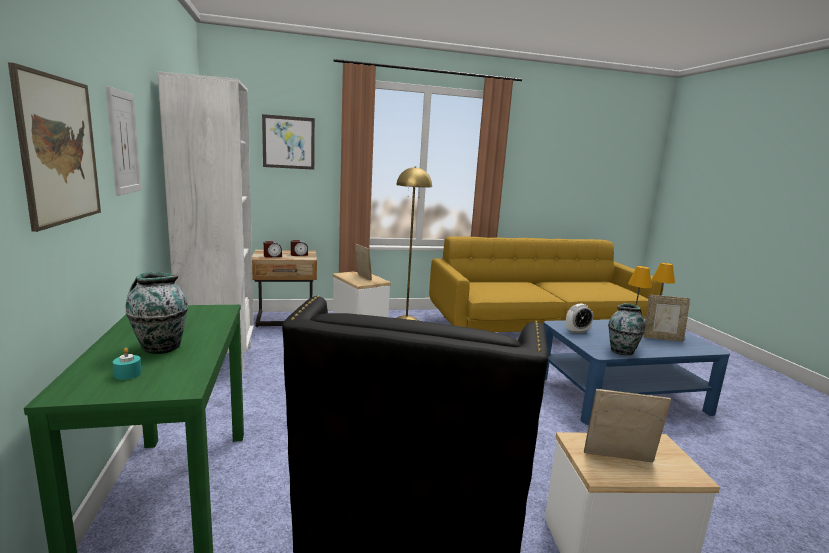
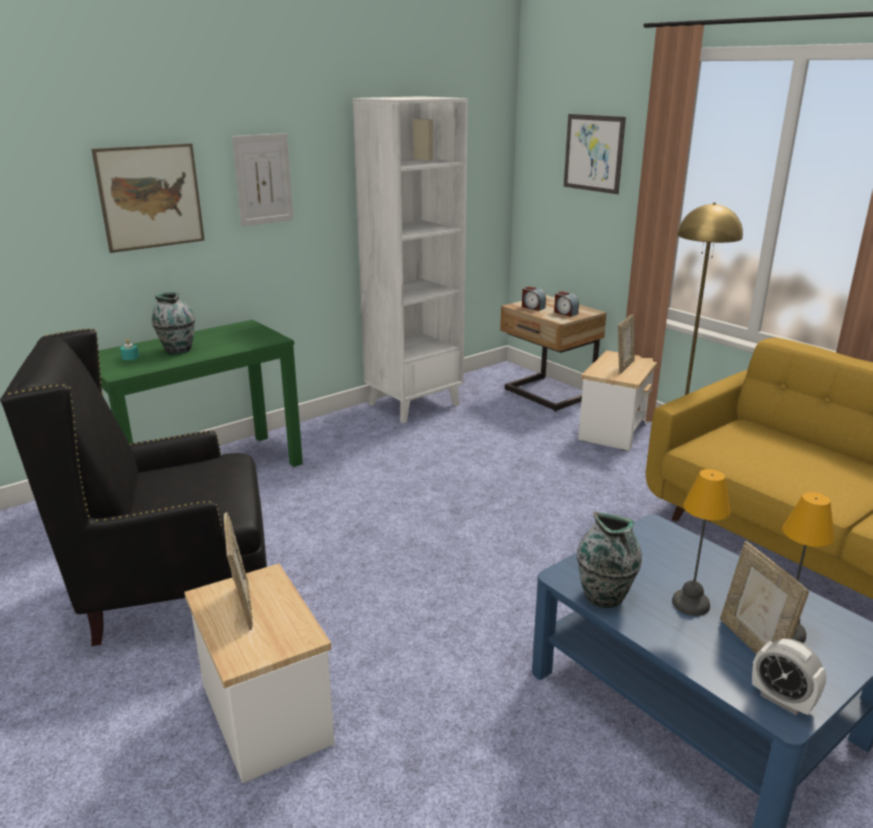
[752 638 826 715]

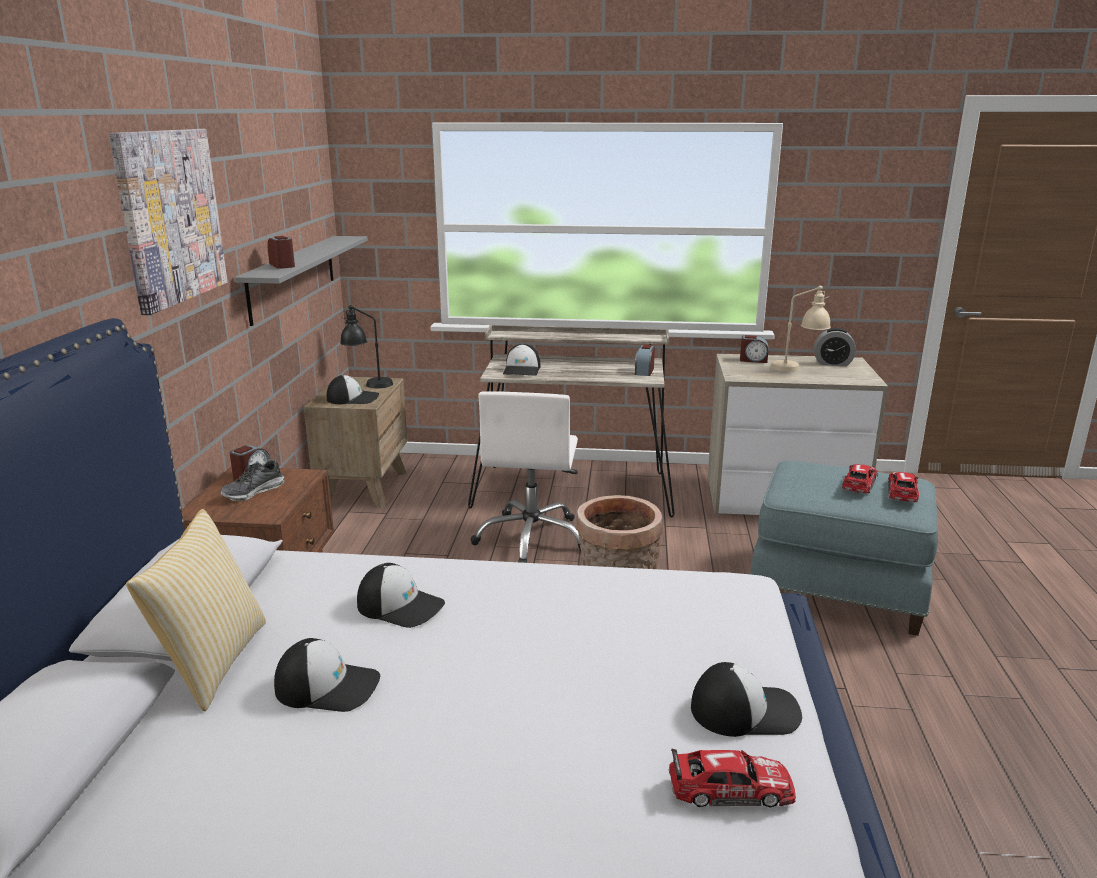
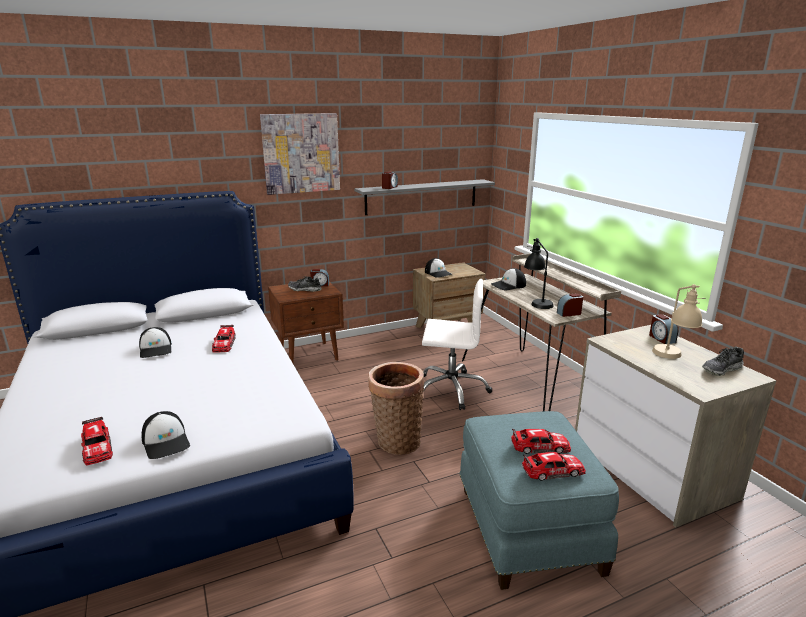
[212 325 236 353]
[422 279 492 410]
[524 238 554 309]
[702 346 744 376]
[126 509 266 711] (first image)

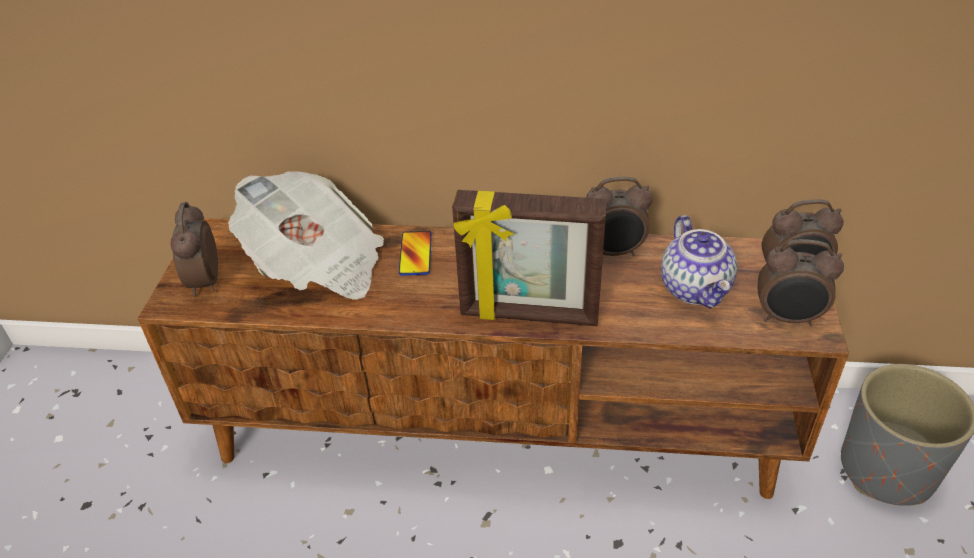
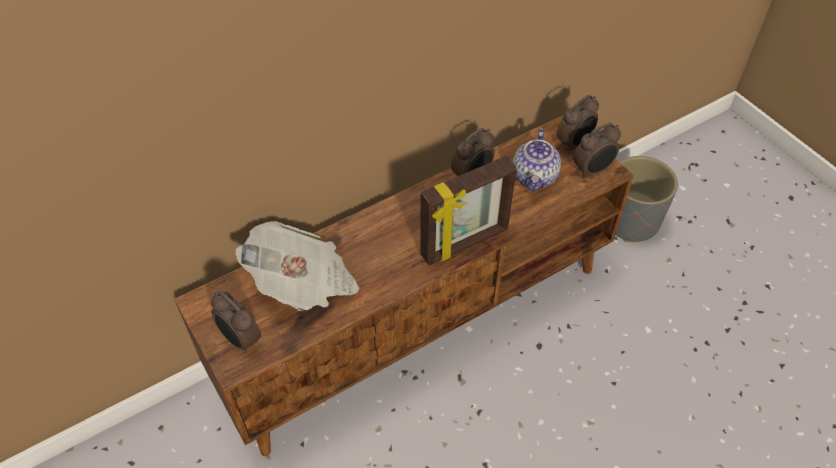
[513 128 561 191]
[399 231 432 276] (first image)

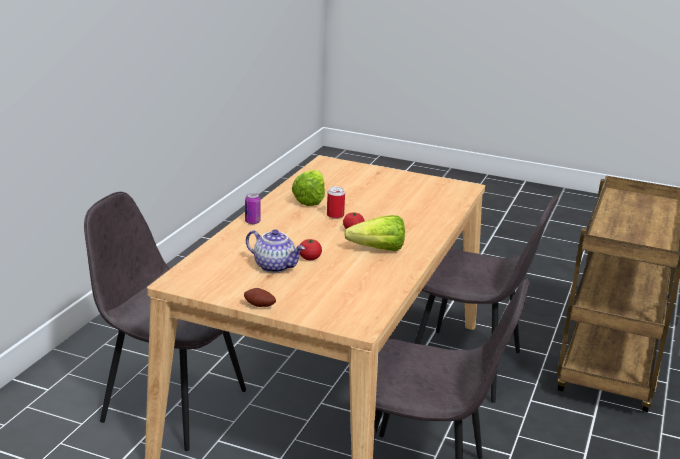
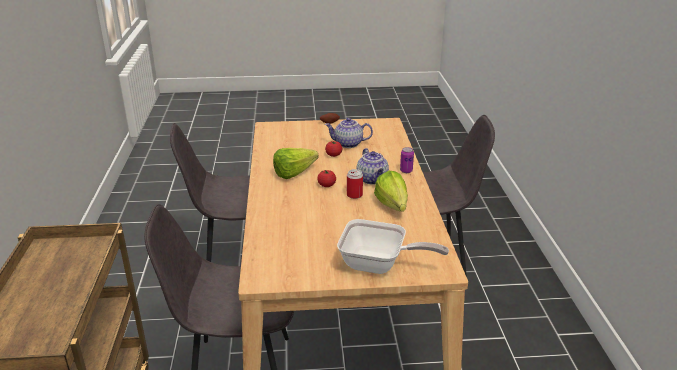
[337 219 449 274]
[356 148 389 185]

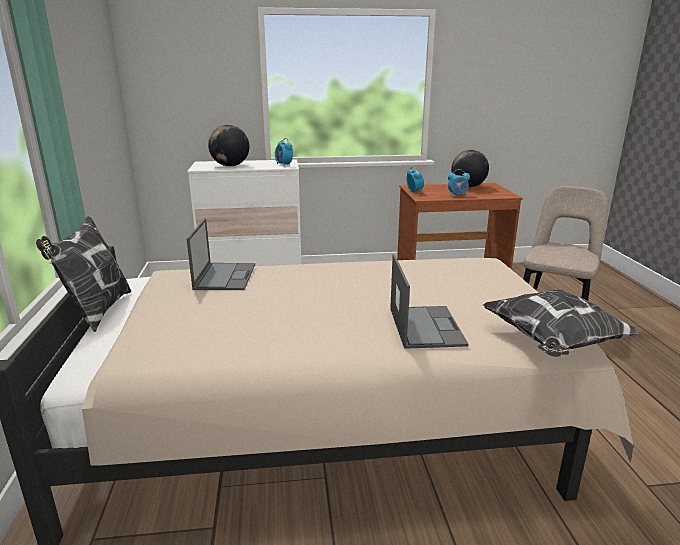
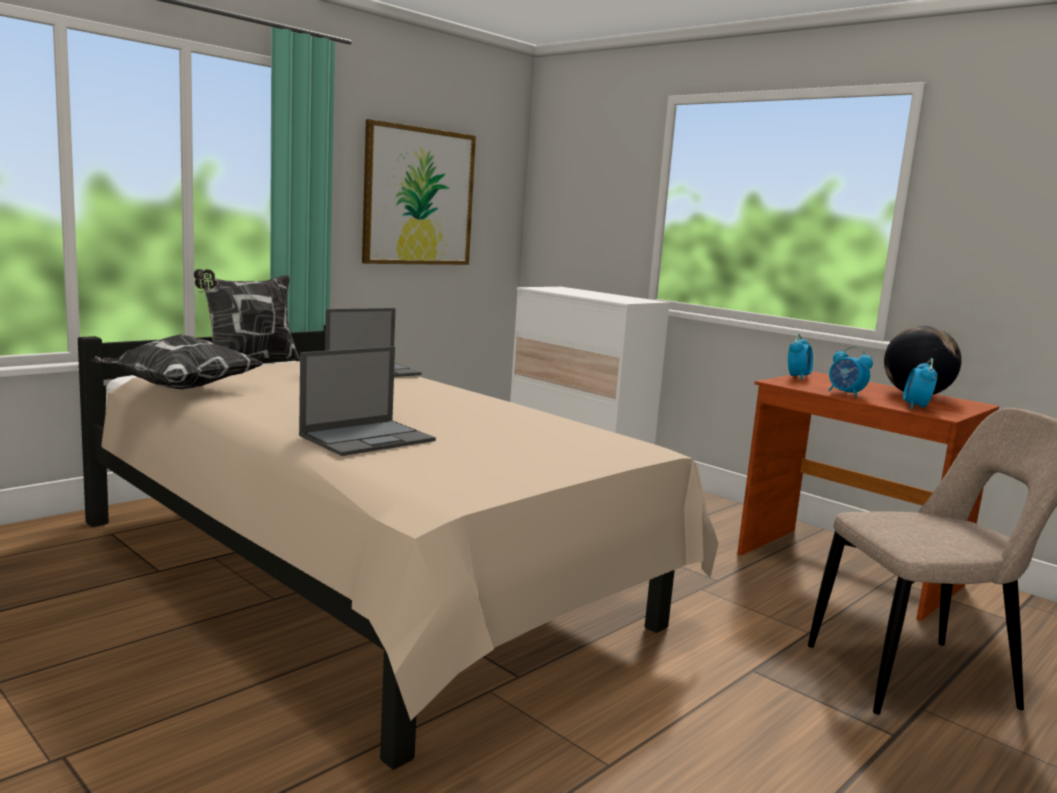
[90 334 265 389]
[362 119 476 265]
[903 358 937 409]
[208 125 249 166] (first image)

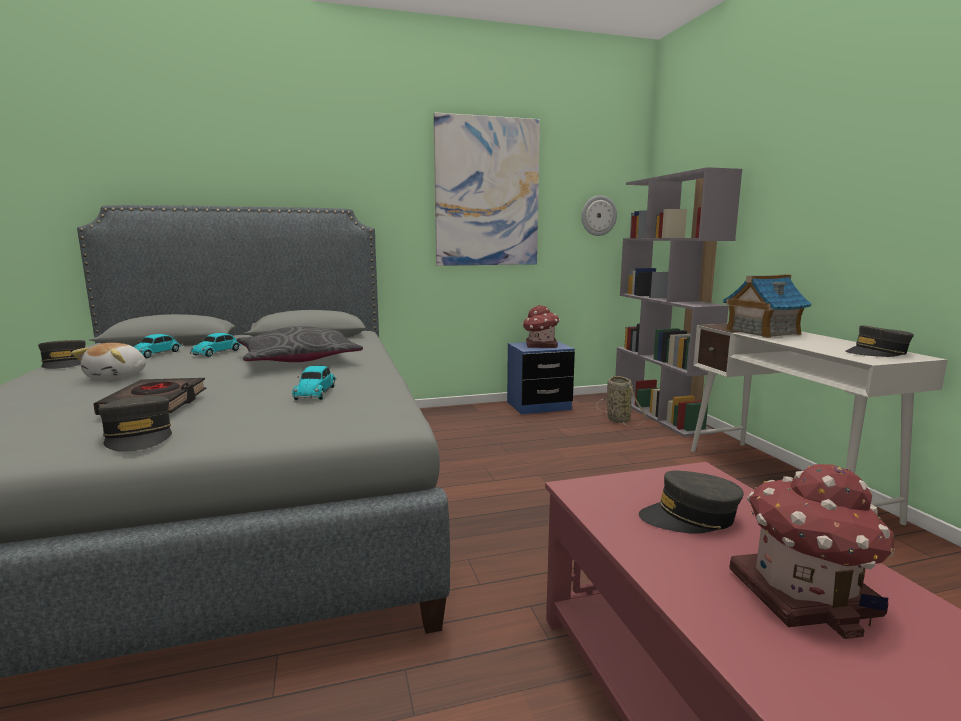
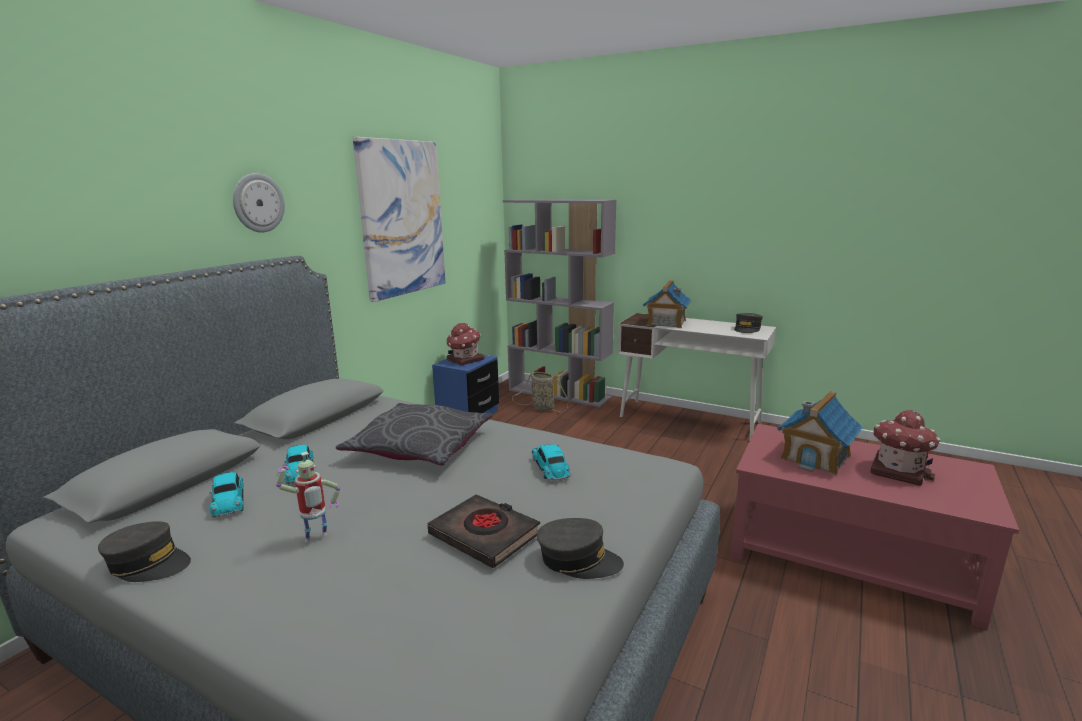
[233 173 285 233]
[276 452 340 542]
[532 444 571 481]
[777 391 863 475]

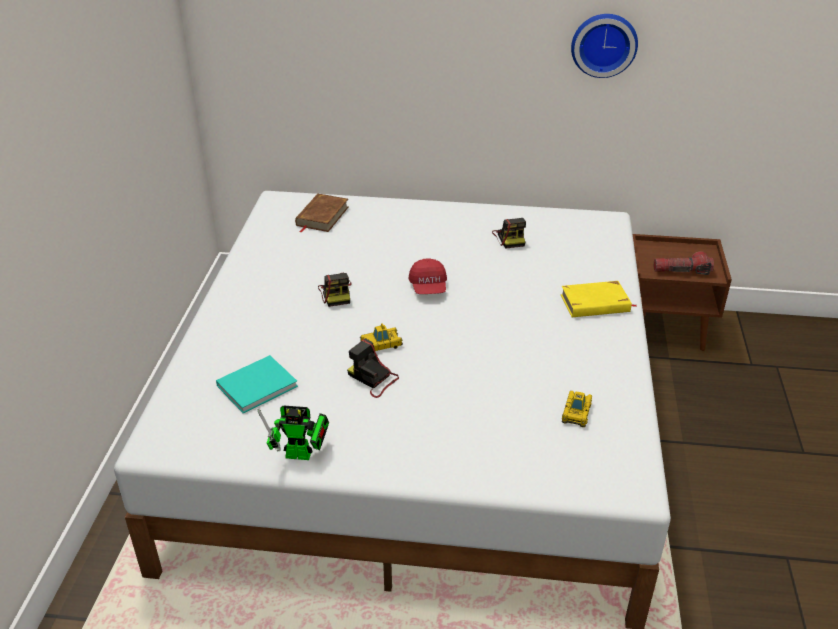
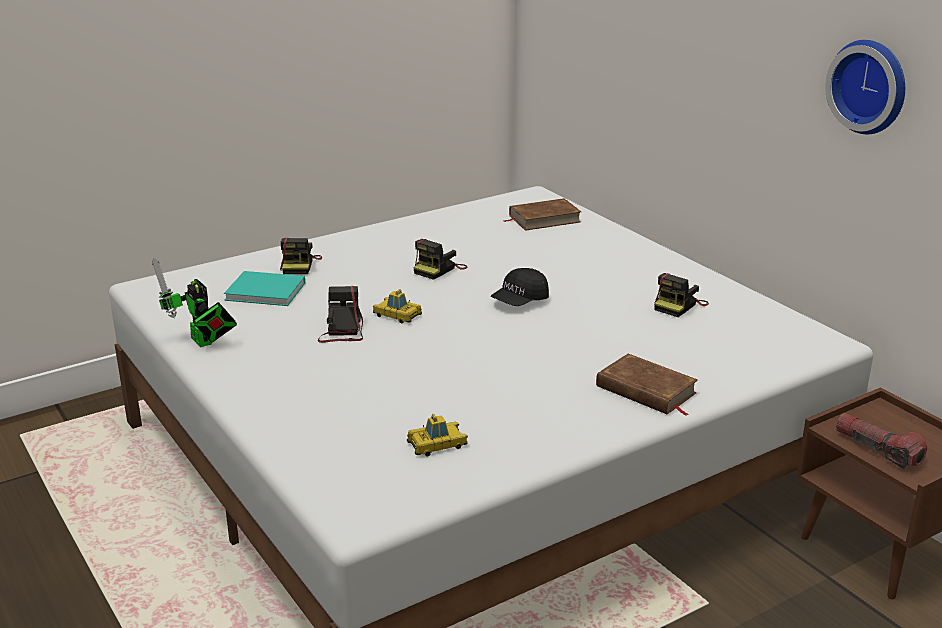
[280 238 322 274]
[491 268 549 306]
[596 354 698 416]

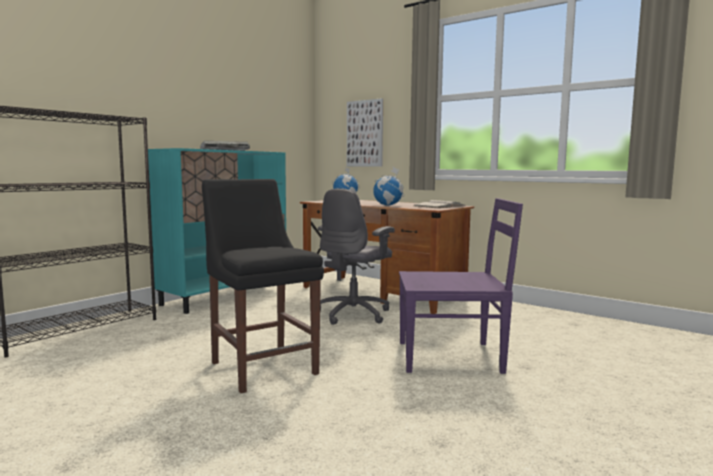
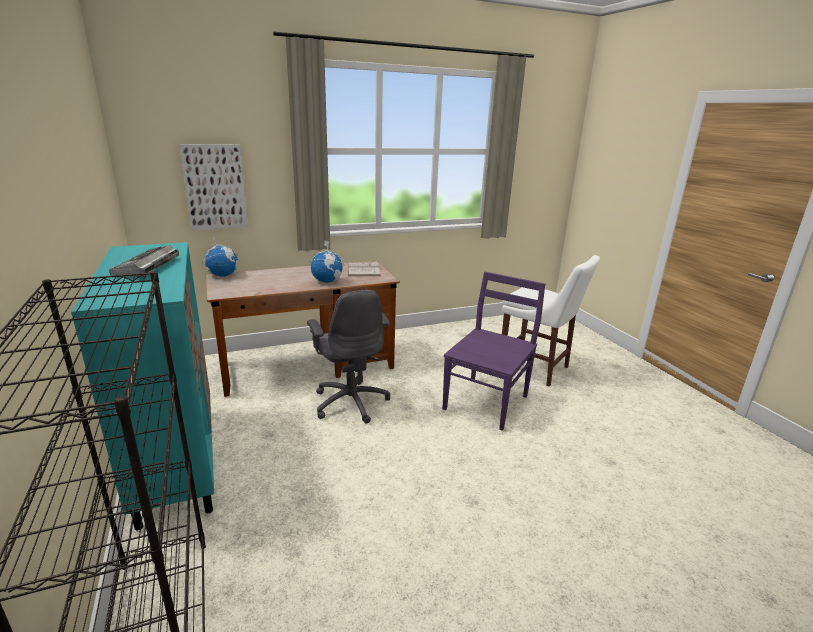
[502 255 600 386]
[202 179 324 393] (first image)

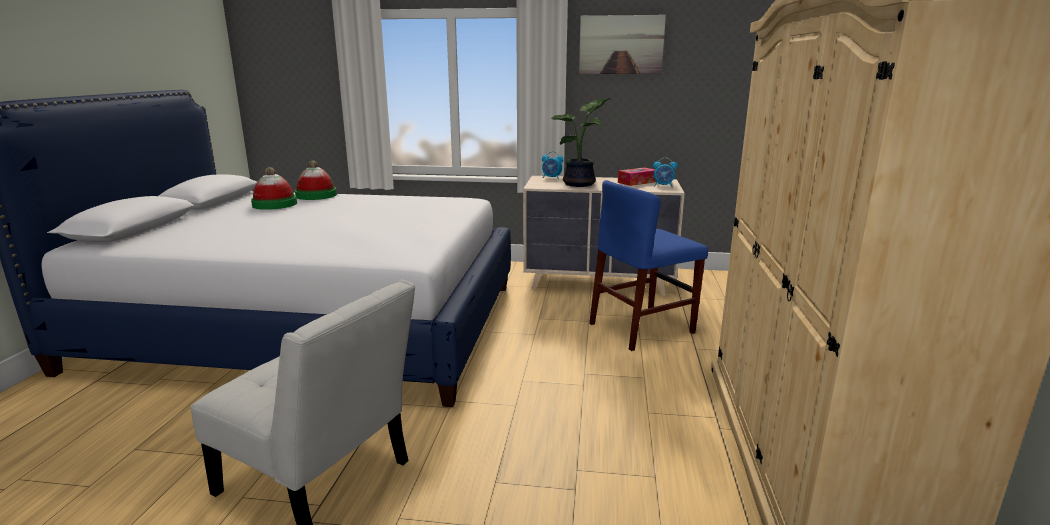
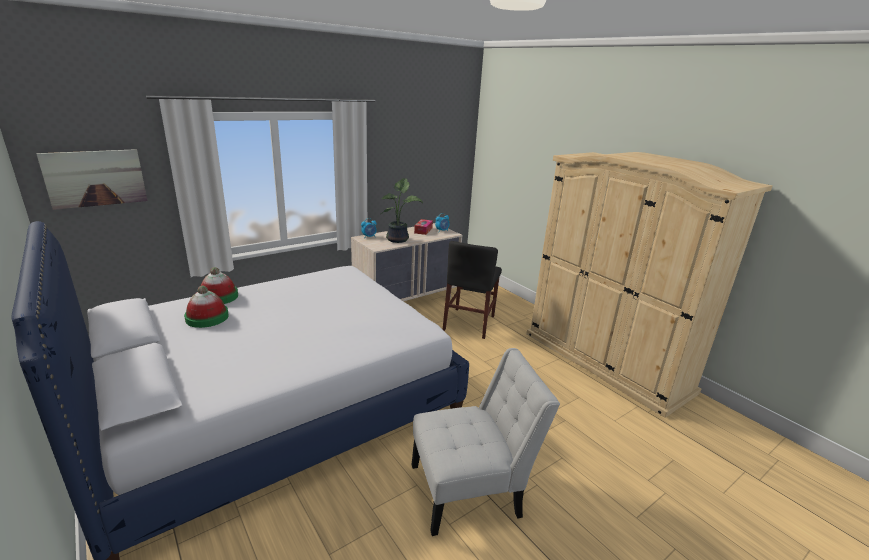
[36 149 148 210]
[443 241 502 339]

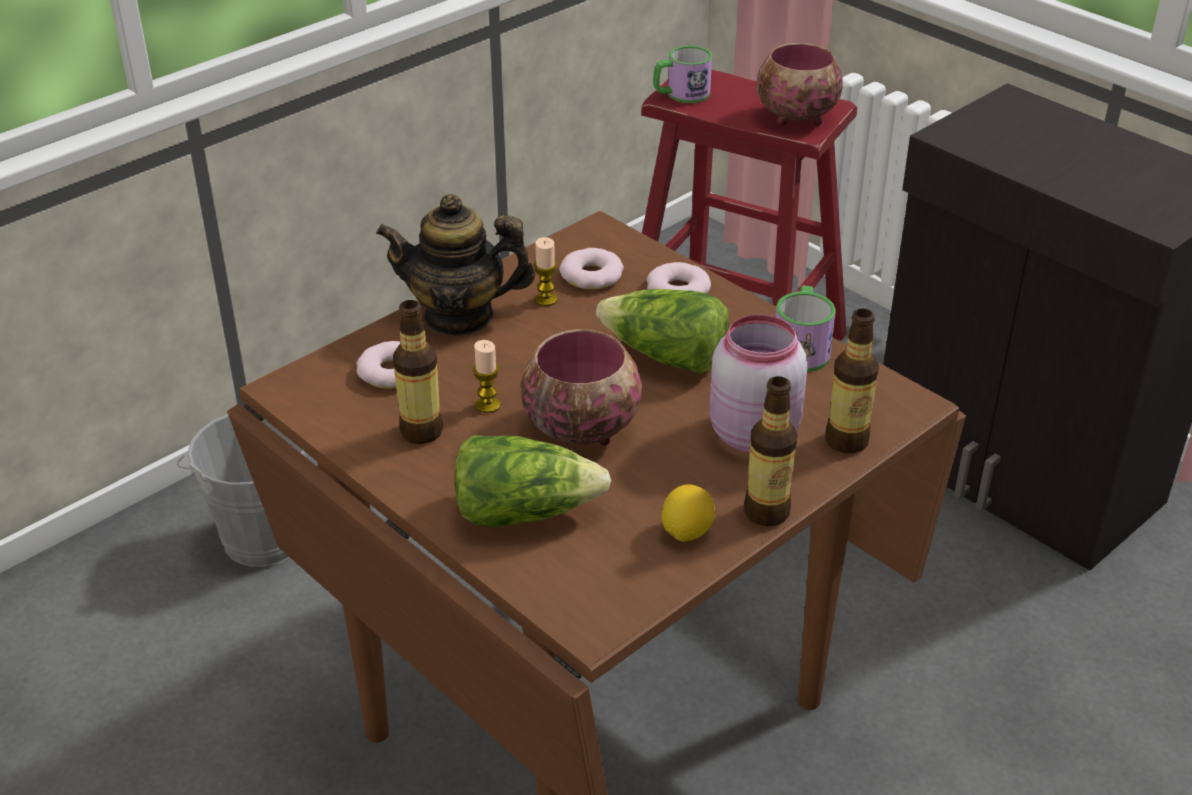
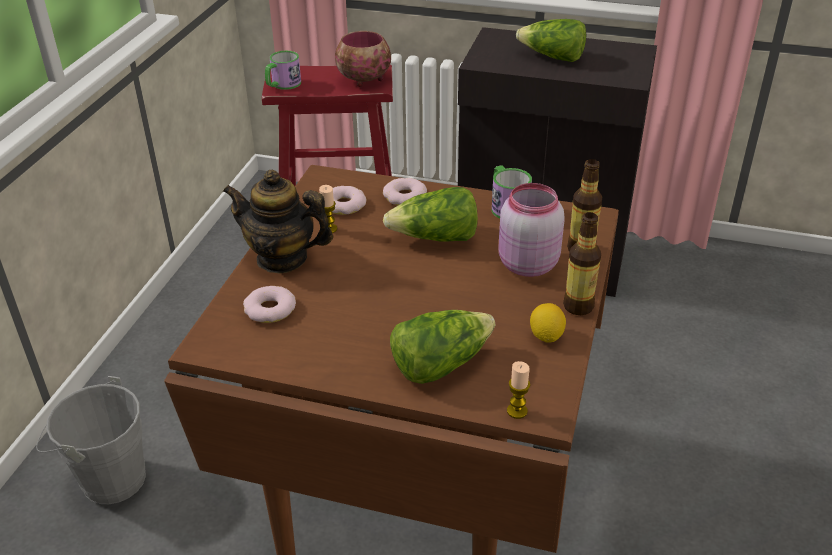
[223 170 333 273]
[507 361 530 419]
[516 19 586 62]
[393 300 443 444] (first image)
[521 329 642 446] (first image)

